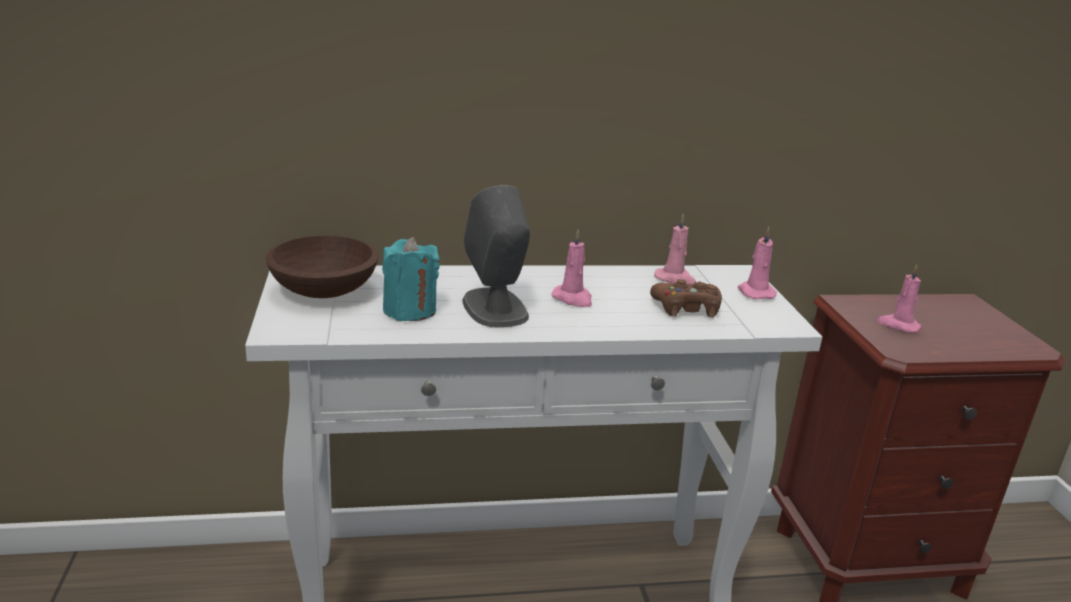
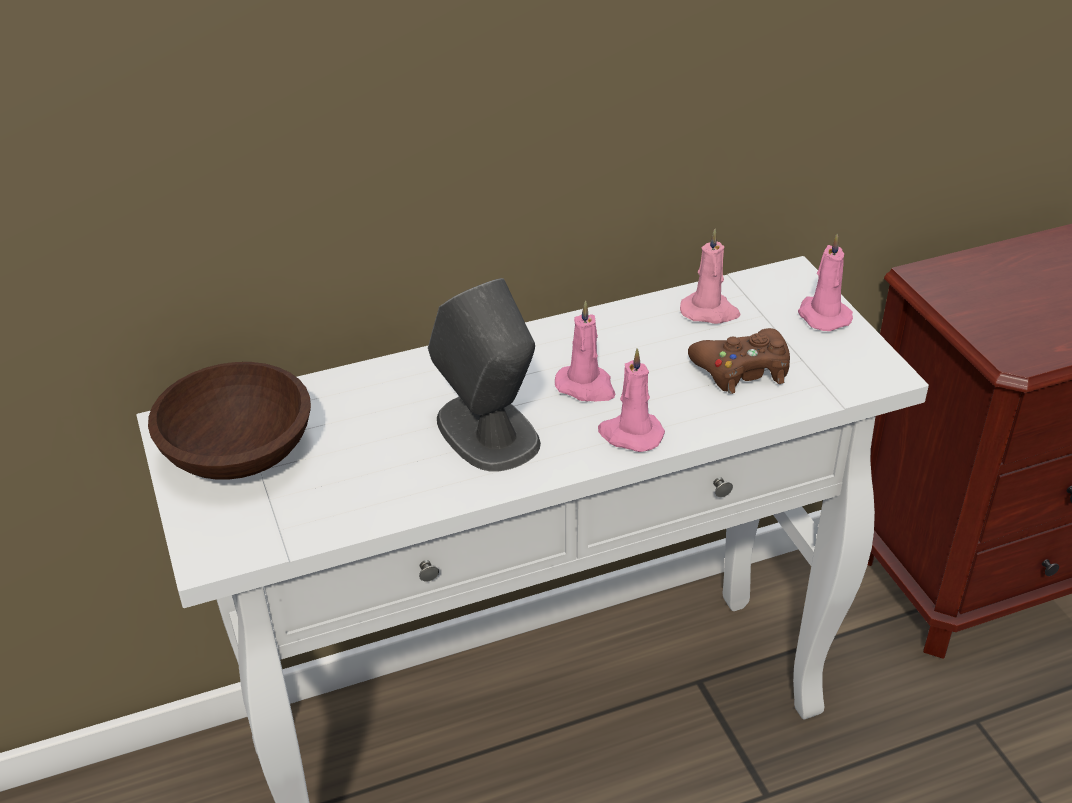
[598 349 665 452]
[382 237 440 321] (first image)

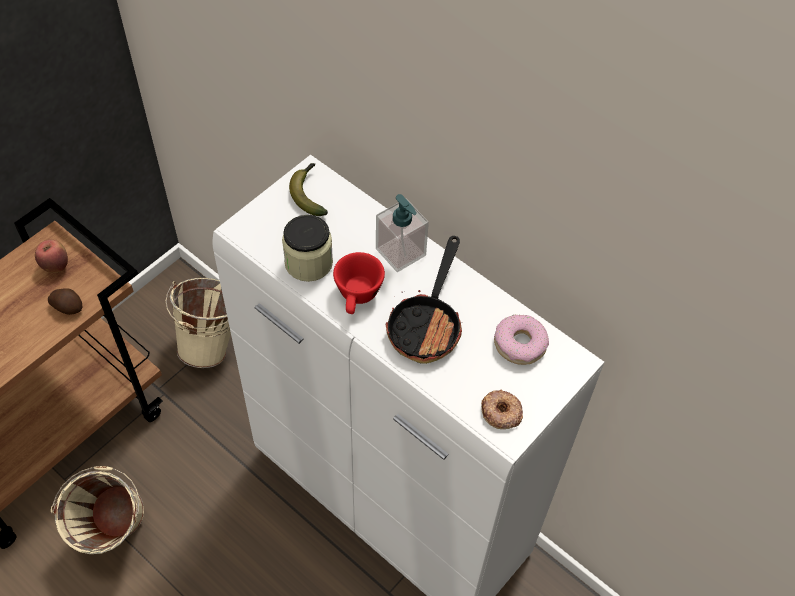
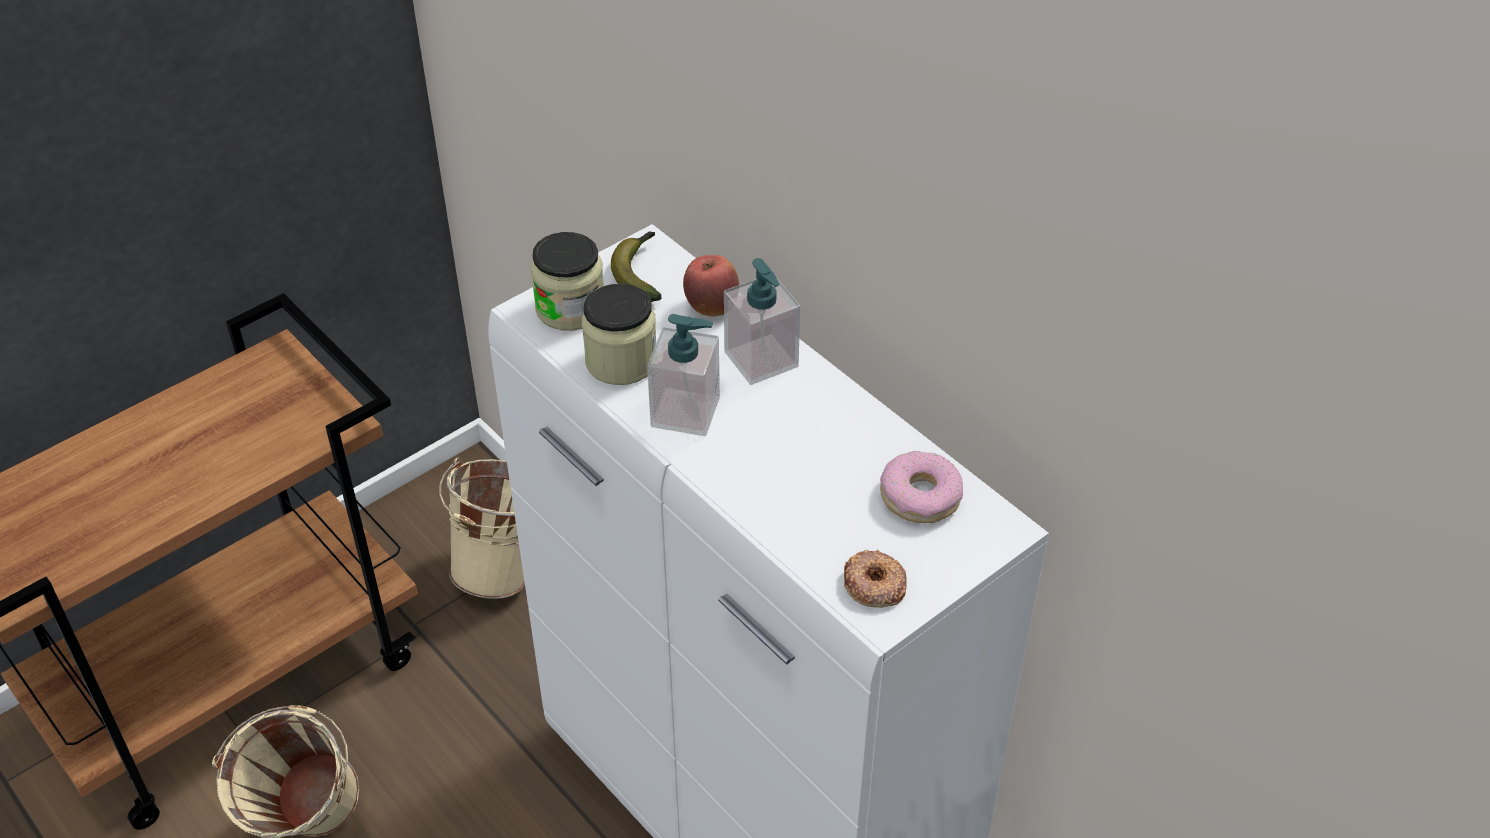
[531 232 604 331]
[647 314 720 436]
[683 255 739 316]
[48 288 83 315] (first image)
[386 236 463 364] (first image)

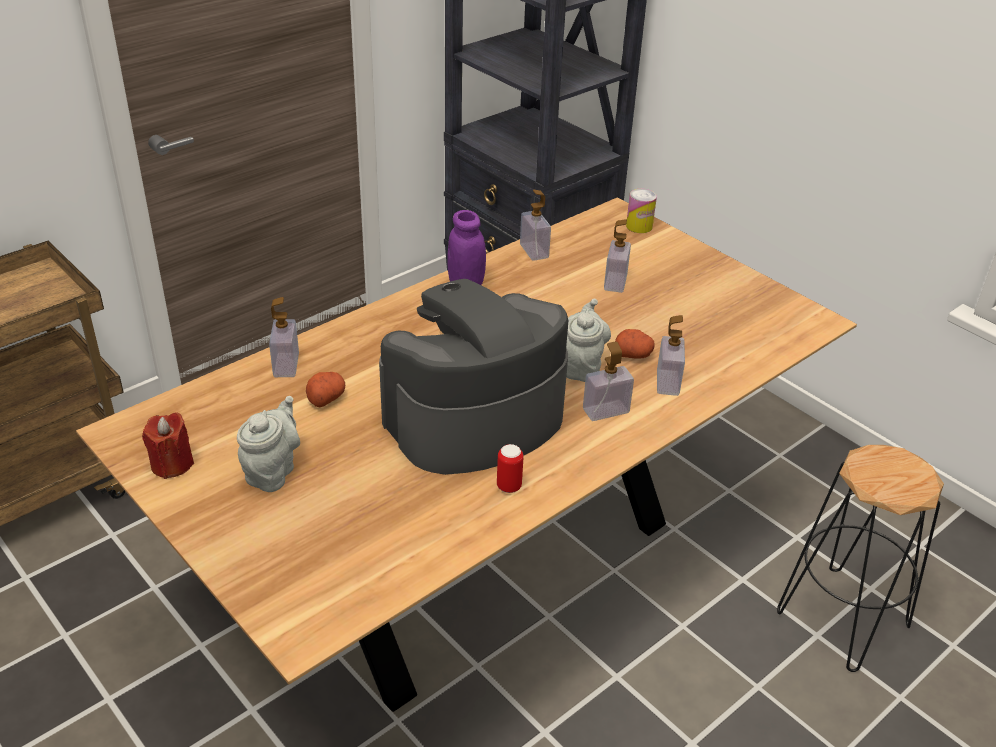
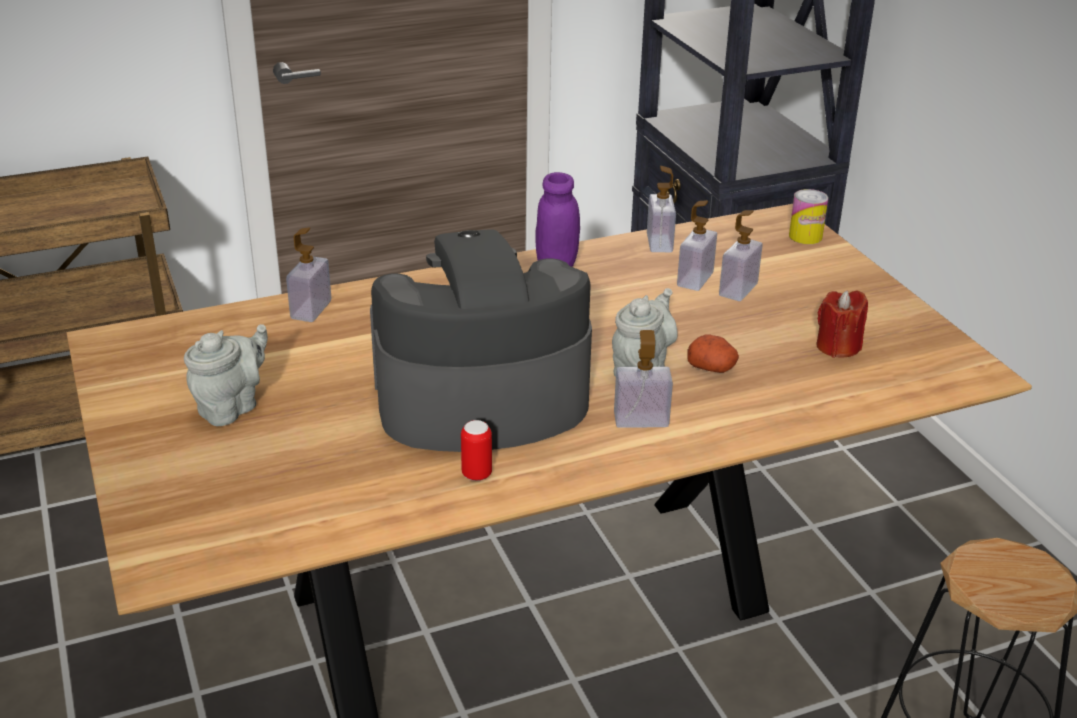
[677 200 717 291]
[816 290 868 358]
[306 372 345 408] (first image)

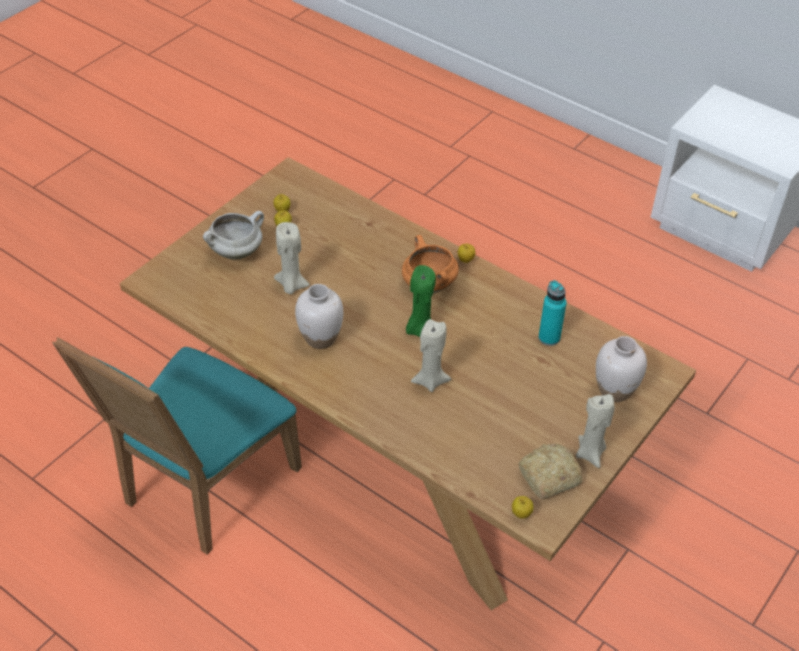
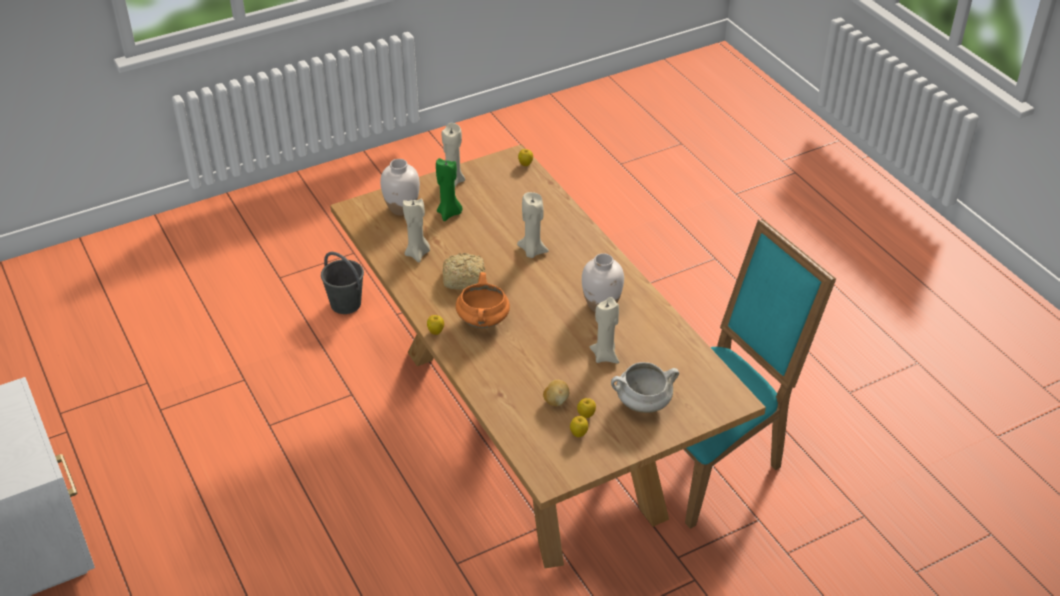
[321 252 364 314]
[403 199 430 262]
[436 158 463 221]
[442 253 485 290]
[543 380 569 406]

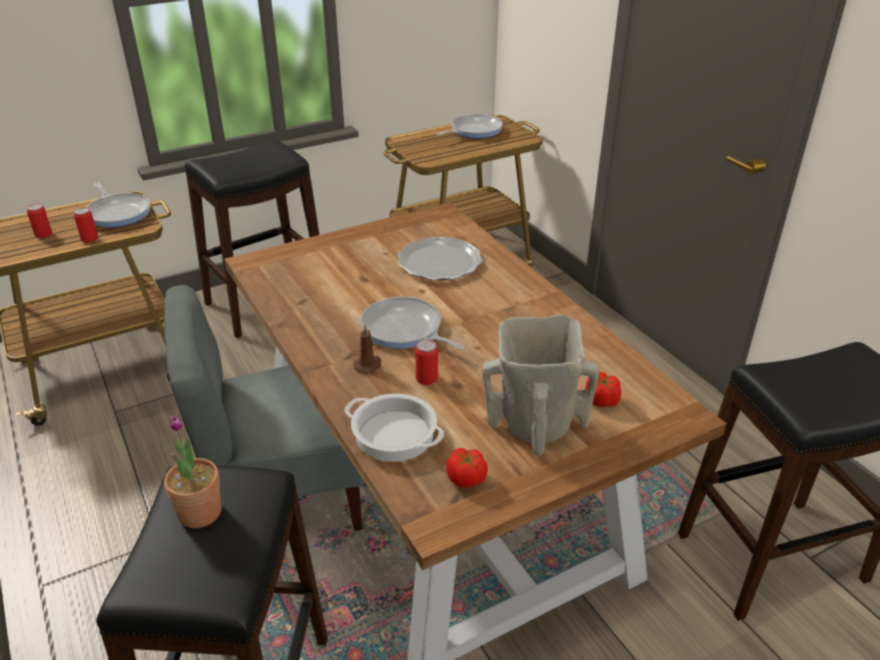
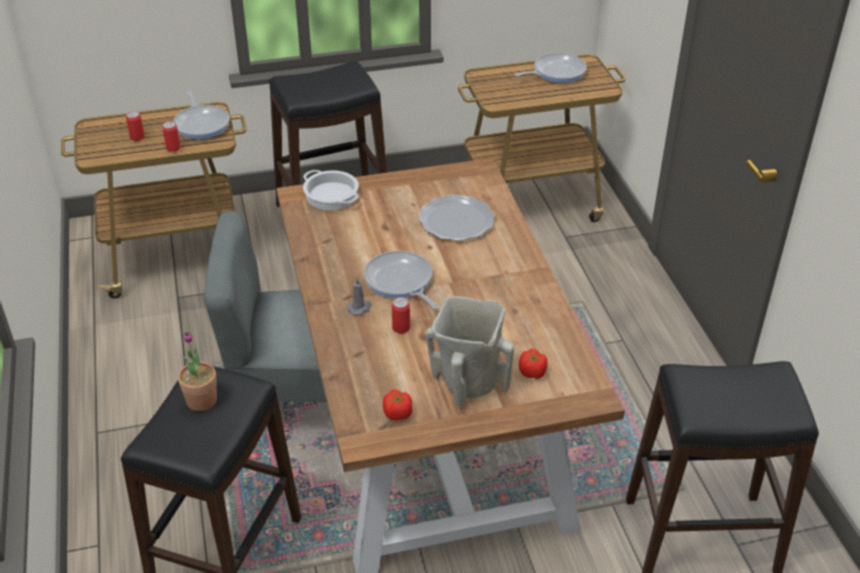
[303 170 359 210]
[347 277 371 315]

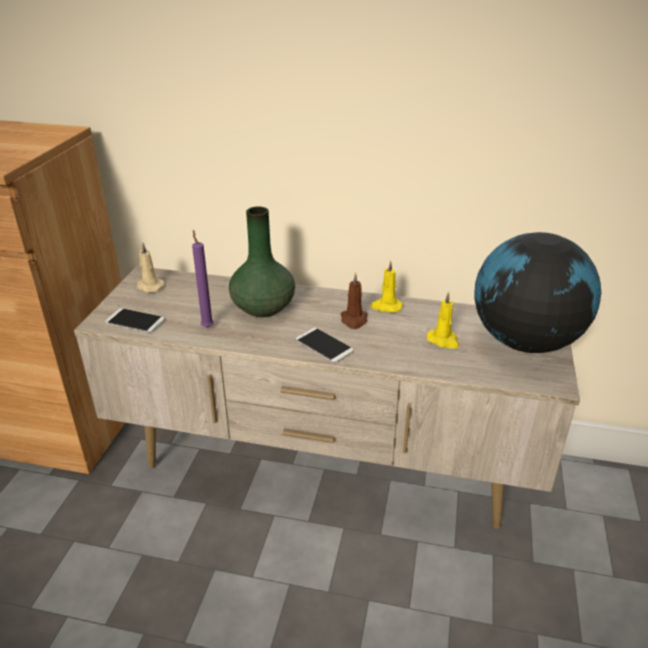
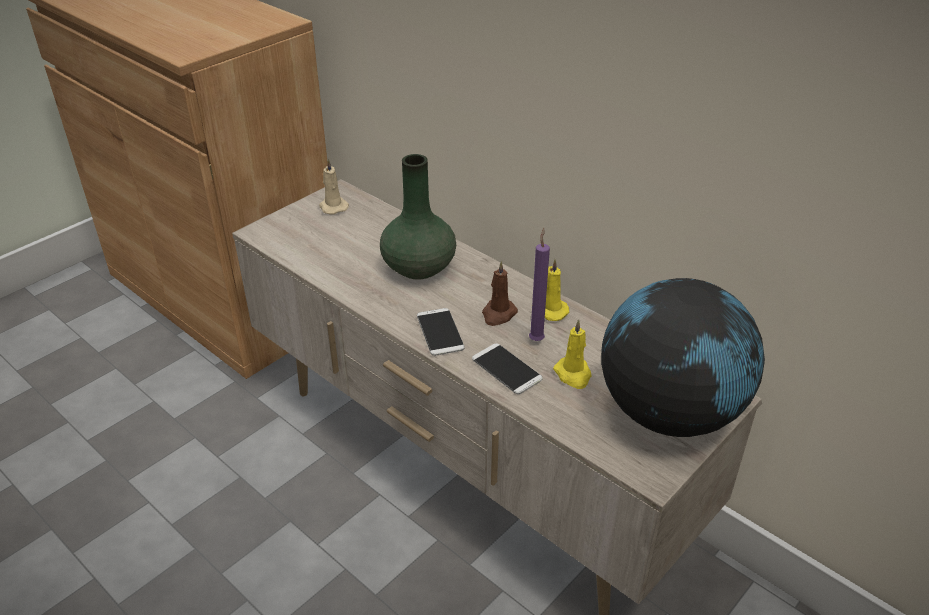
[472 343 542 394]
[529 228 550 341]

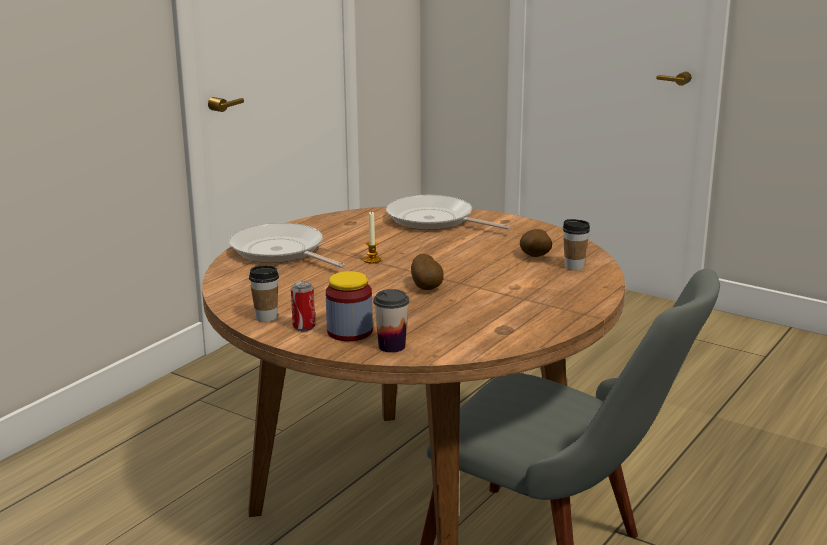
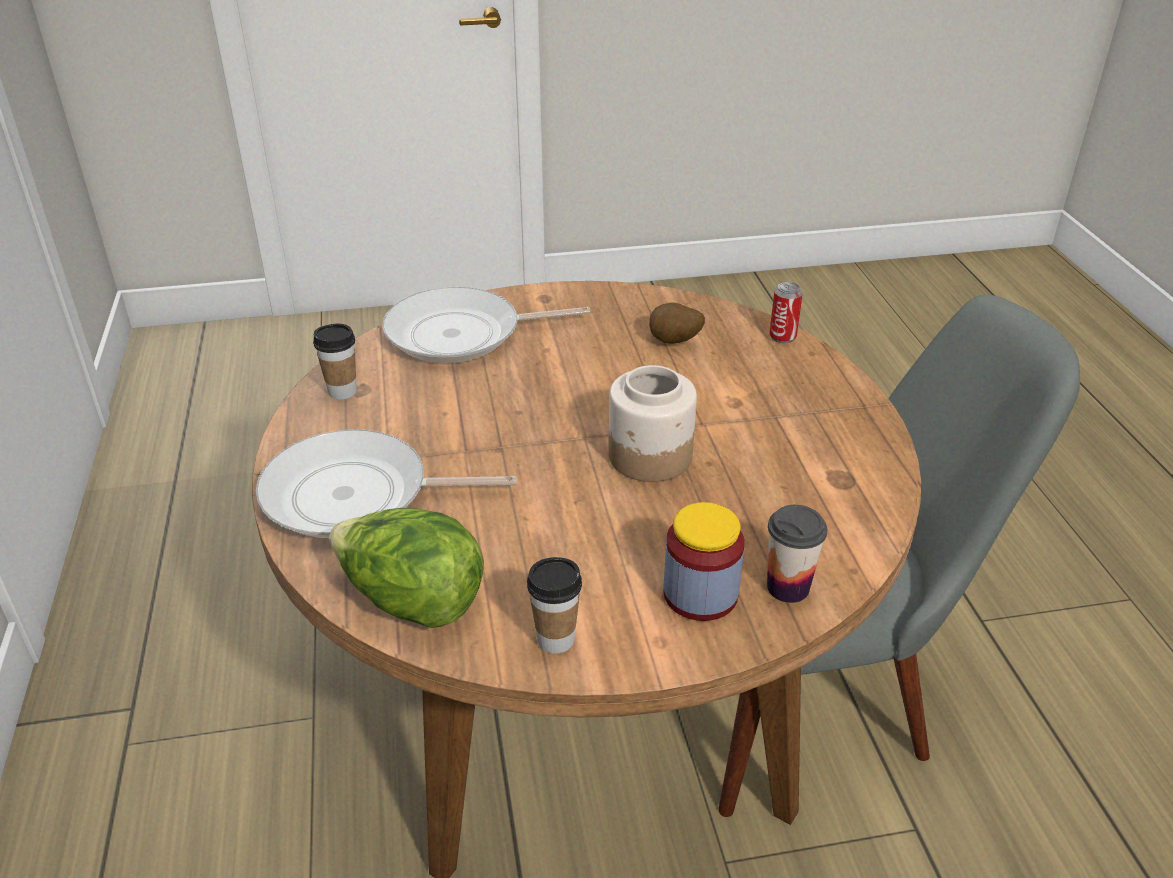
[313 324 357 400]
[329 508 484 628]
[608 365 697 482]
[769 282 803 343]
[364 211 381 264] (first image)

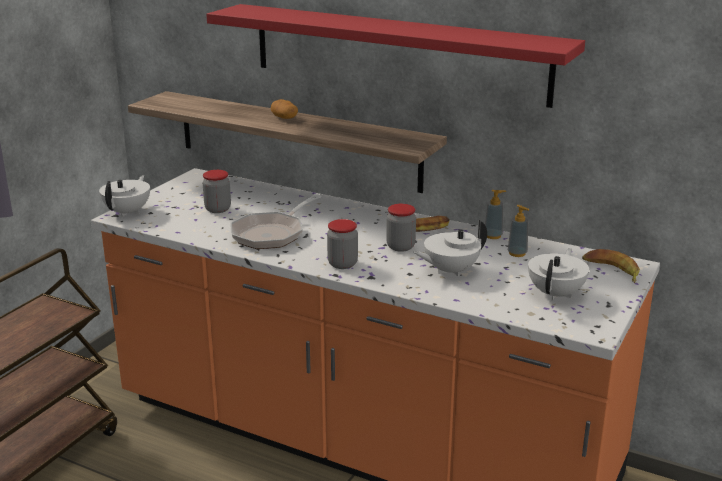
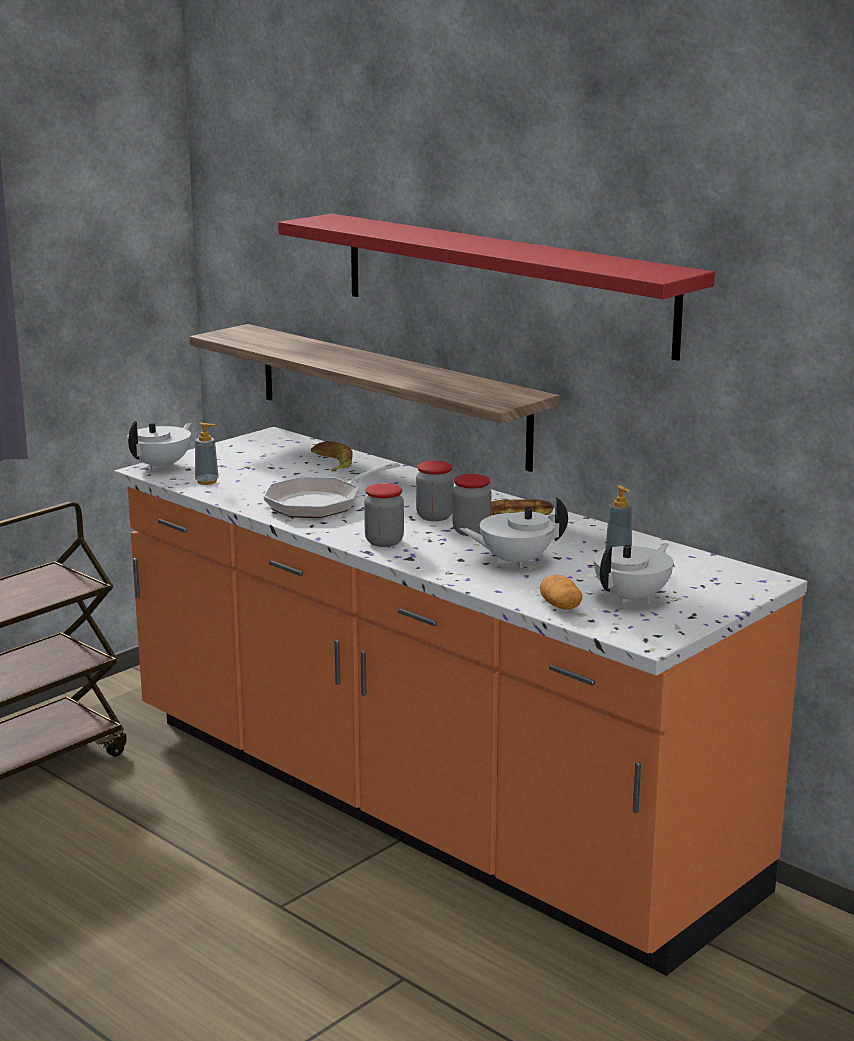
[195 422 219 485]
[311 441 353 471]
[416 461 454 521]
[540 574 582 610]

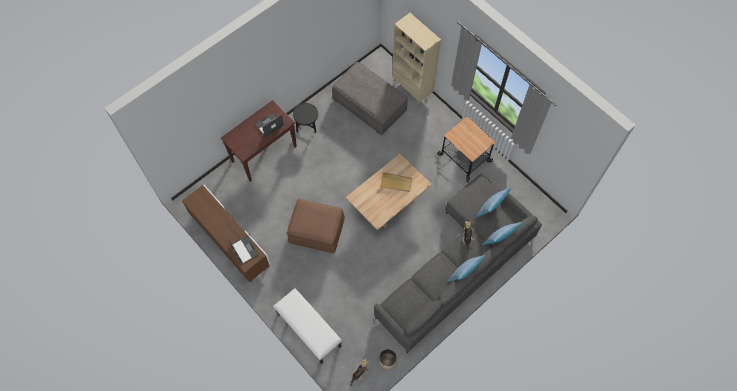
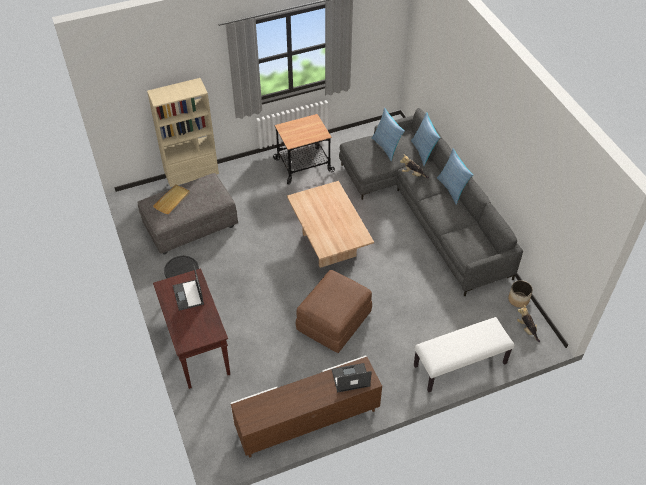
[153 185 190 214]

